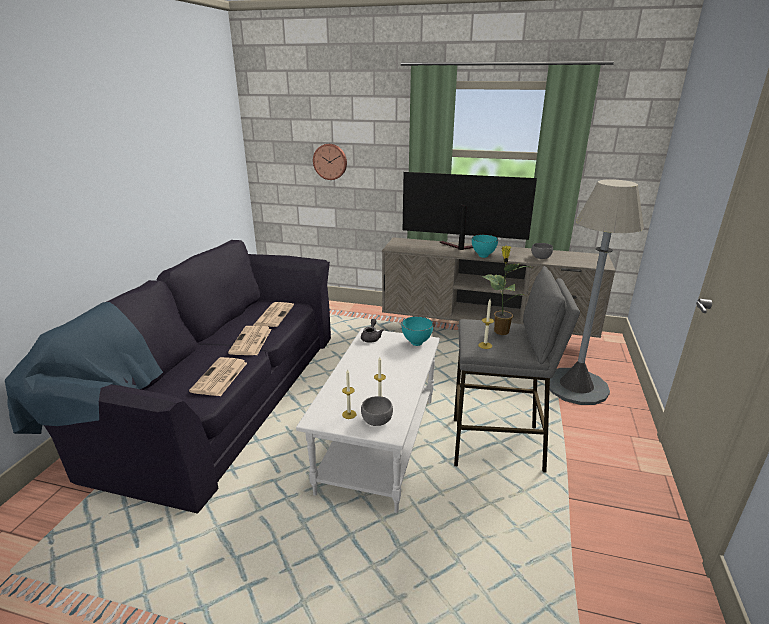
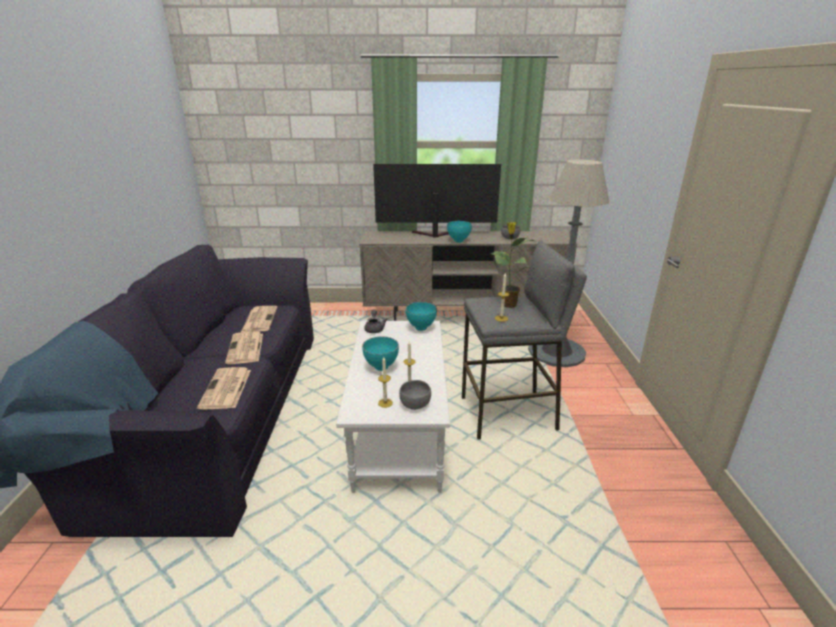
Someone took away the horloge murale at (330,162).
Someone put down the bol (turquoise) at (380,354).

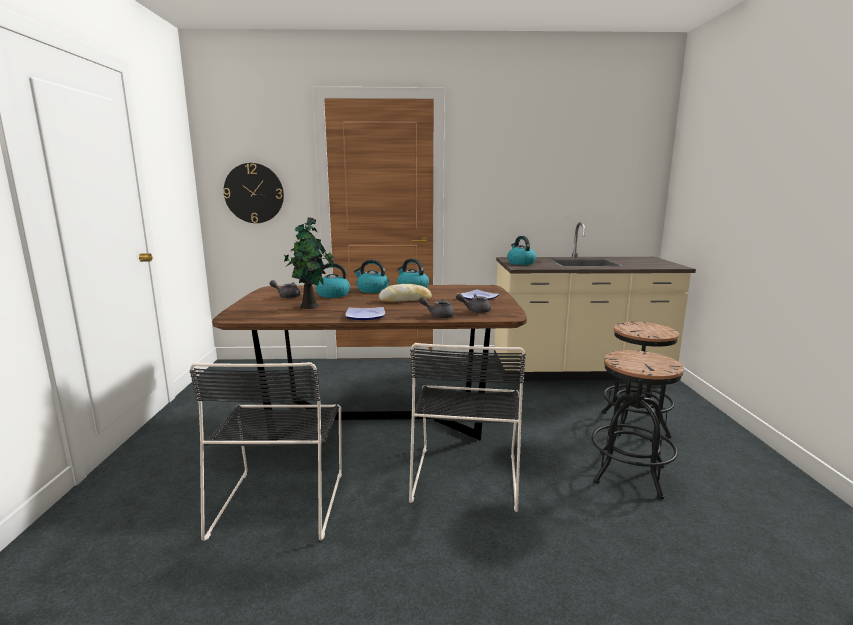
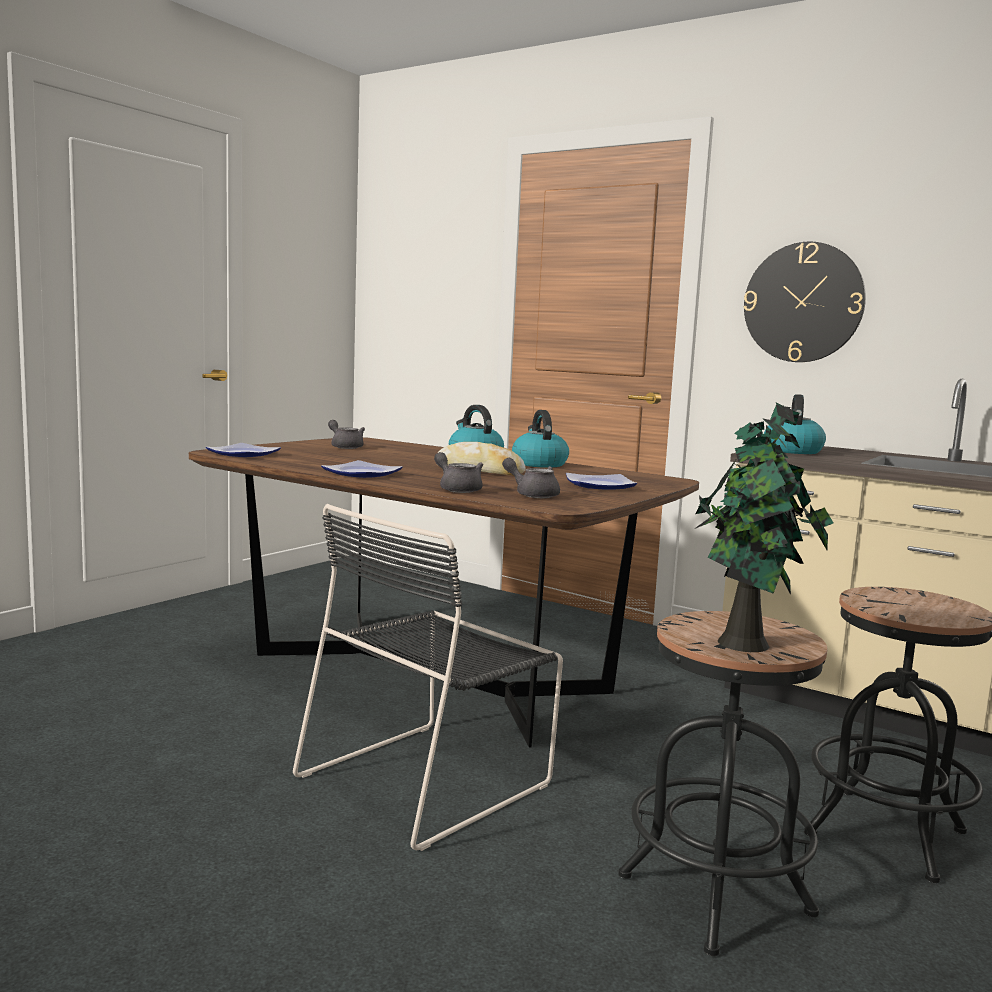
Someone took away the chaise (noir) at (266,451).
Someone took away the bouilloire at (333,280).
Someone put down the assiette at (243,450).
Someone carried the horloge murale from (253,193) to (805,302).
Someone carried the plante en pot from (309,263) to (764,527).

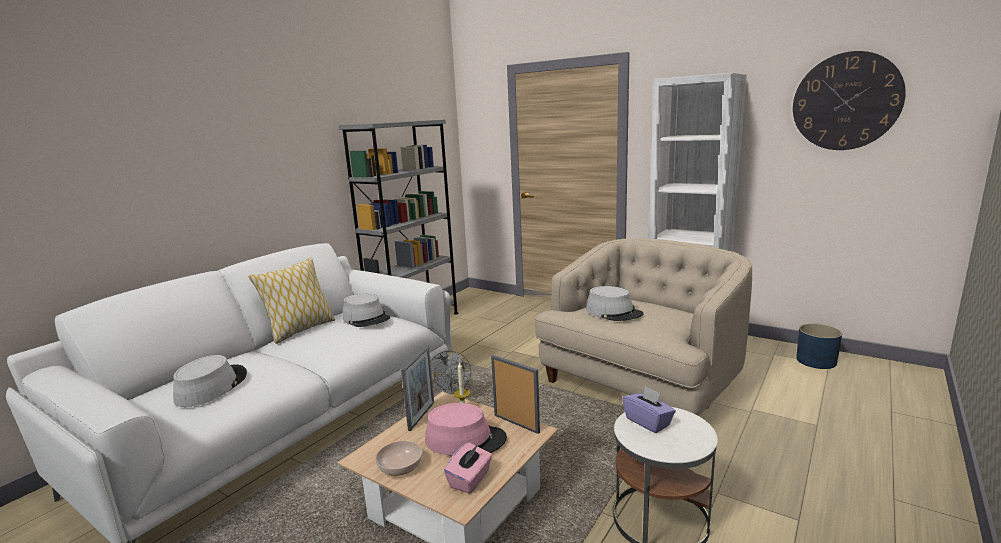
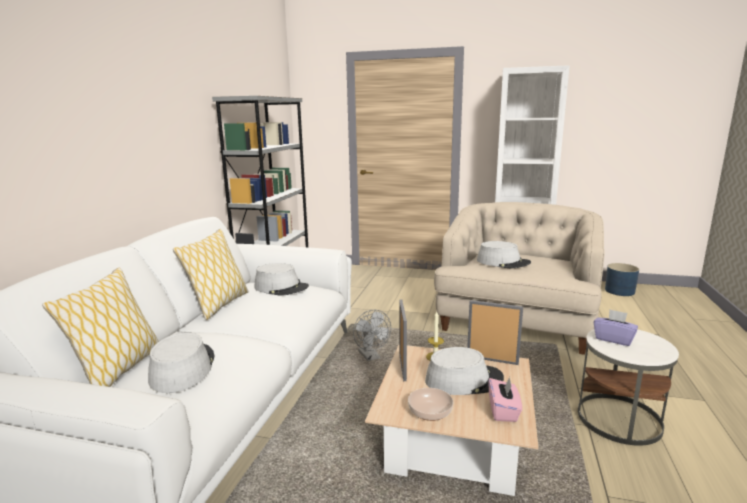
Someone took away the horloge murale at (849,100).
Someone put down the coussin at (100,327).
Someone repainted the chapeau (rose) at (466,429), which became the chapeau (gris) at (464,371).

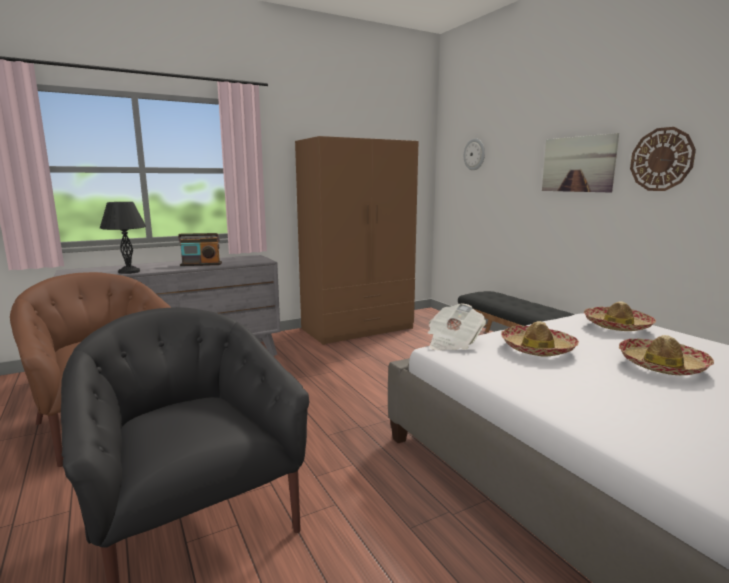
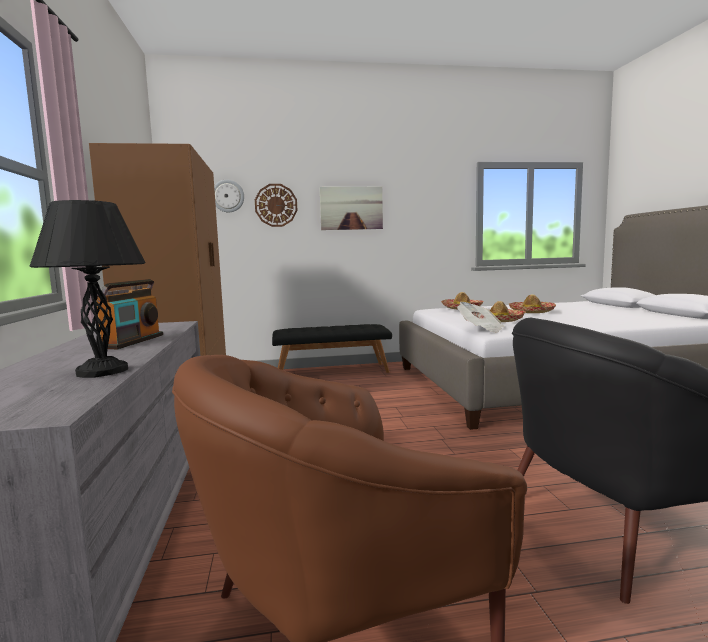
Someone carried the horloge murale from (663,159) to (276,205).

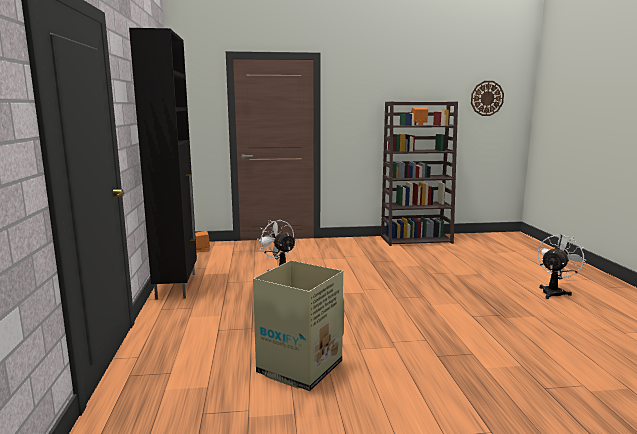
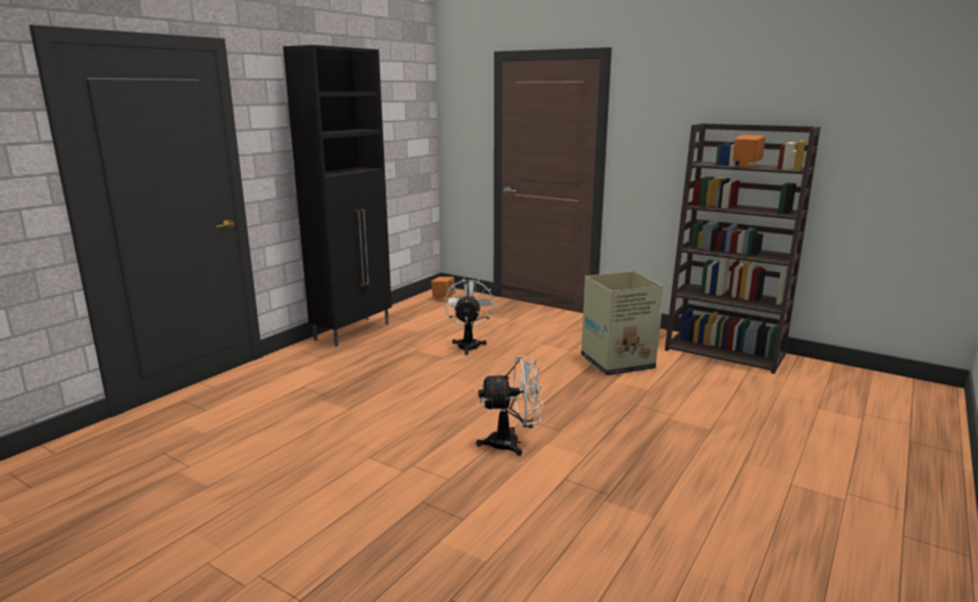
Someone took away the horloge murale at (487,98).
Someone carried the carton from (298,325) to (622,323).
Someone carried the ventilateur (blanc) from (561,266) to (509,406).

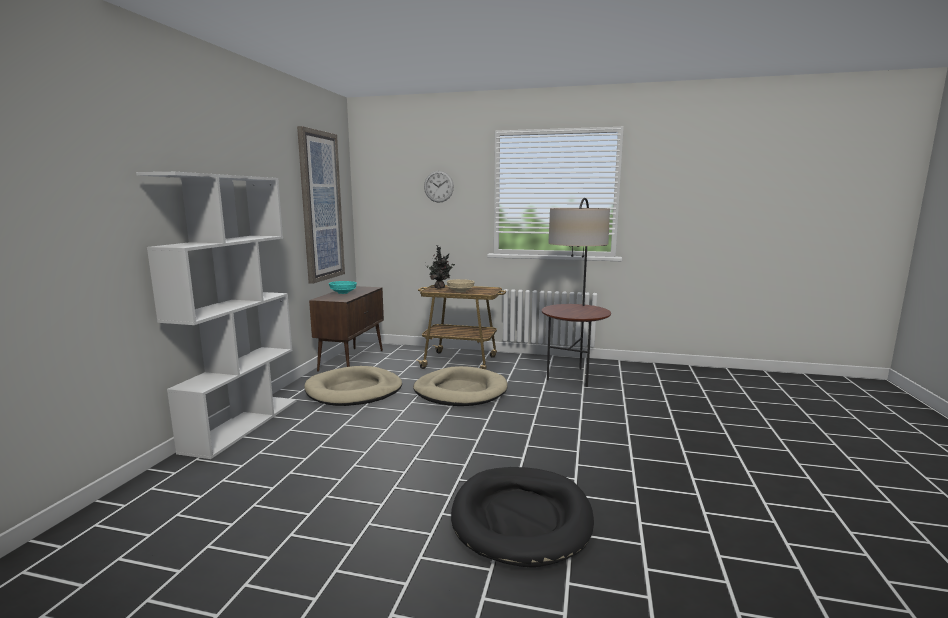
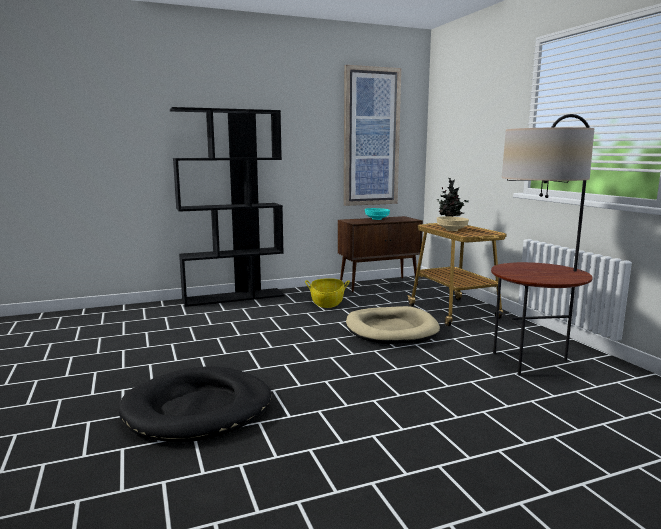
Someone took away the horloge murale at (439,187).
Someone swapped the panier pour chien (beige) at (353,386) for the panier at (327,293).
Someone repainted the bibliothèque (blanc) at (216,315), which became the bibliothèque (noir) at (227,207).

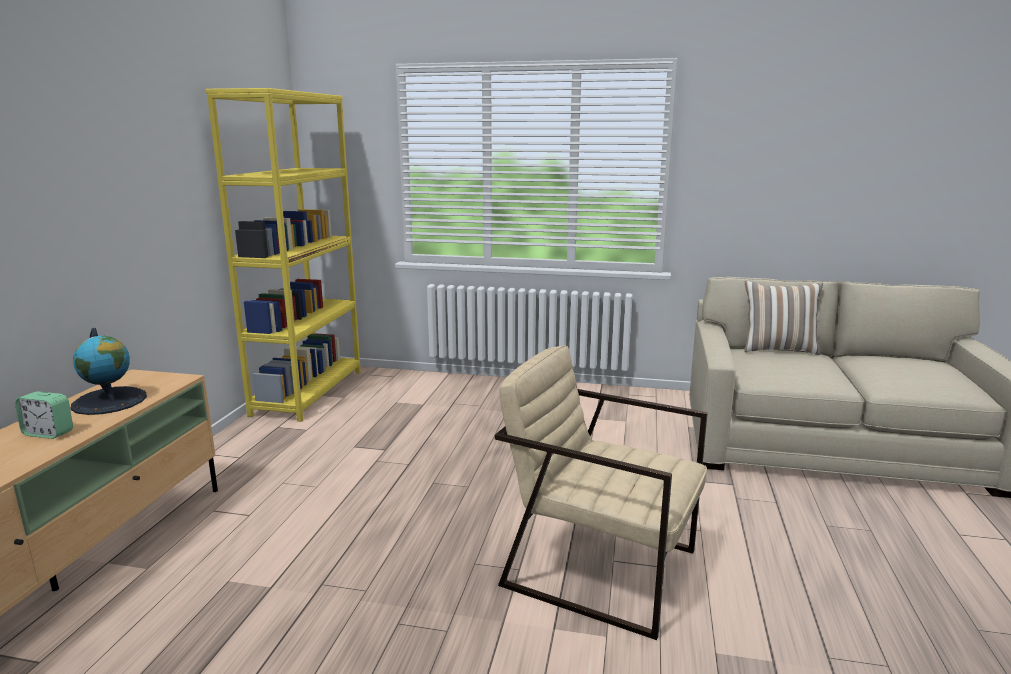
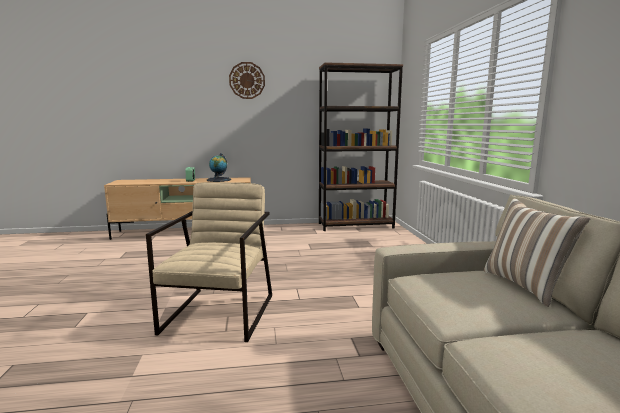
Someone put up the horloge murale at (247,80).
Someone repainted the bibliothèque (jaune) at (283,255), which became the bibliothèque (marron) at (361,146).

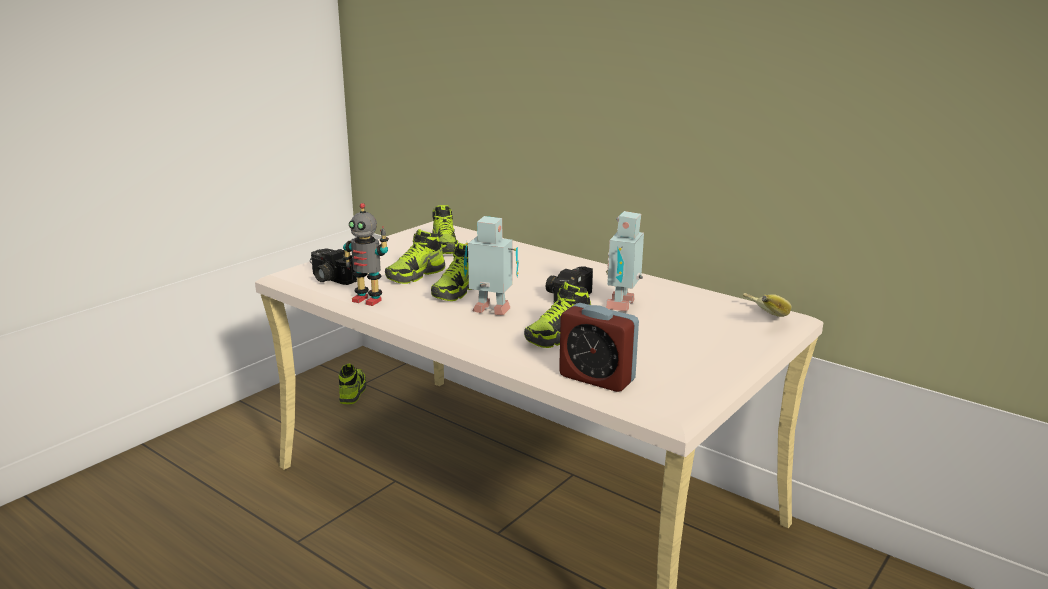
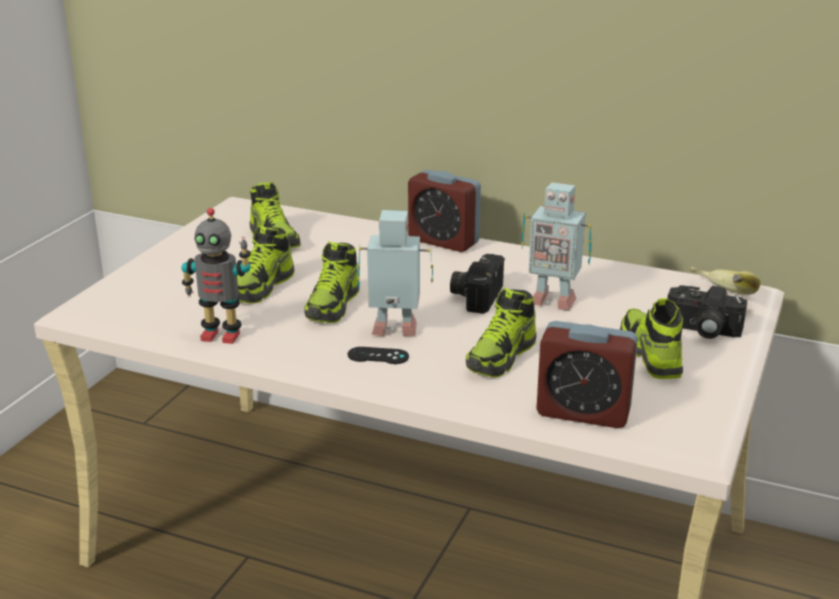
Someone put down the manette (noir) at (378,355).
Someone put down the réveil at (444,211).
Someone carried the appareil photo from (333,266) to (707,312).
Someone carried the chaussure from (352,383) to (651,338).
Someone rotated the robot jouet at (625,261) by 75 degrees counterclockwise.

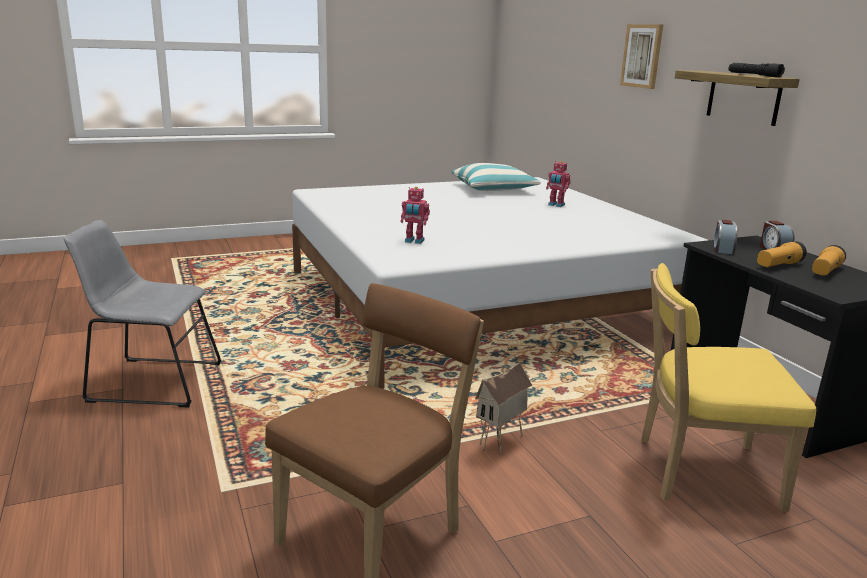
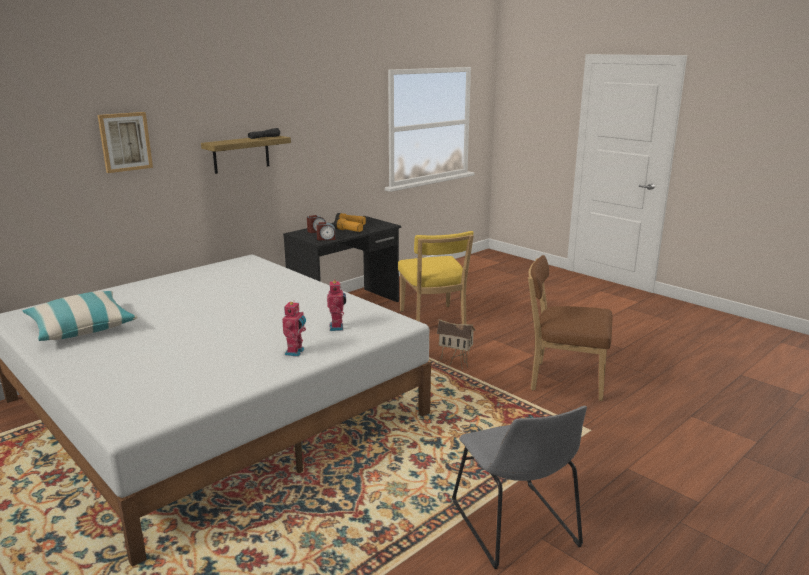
Someone carried the robot jouet from (558,184) to (294,328).

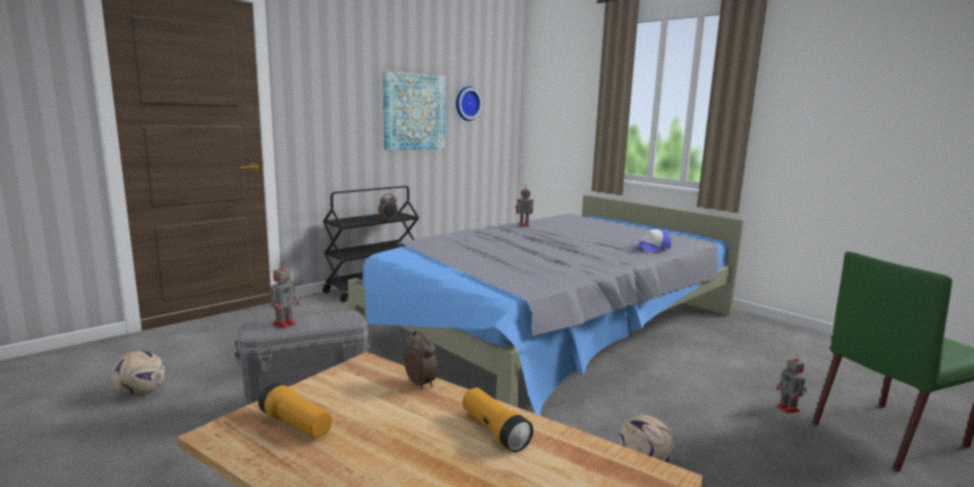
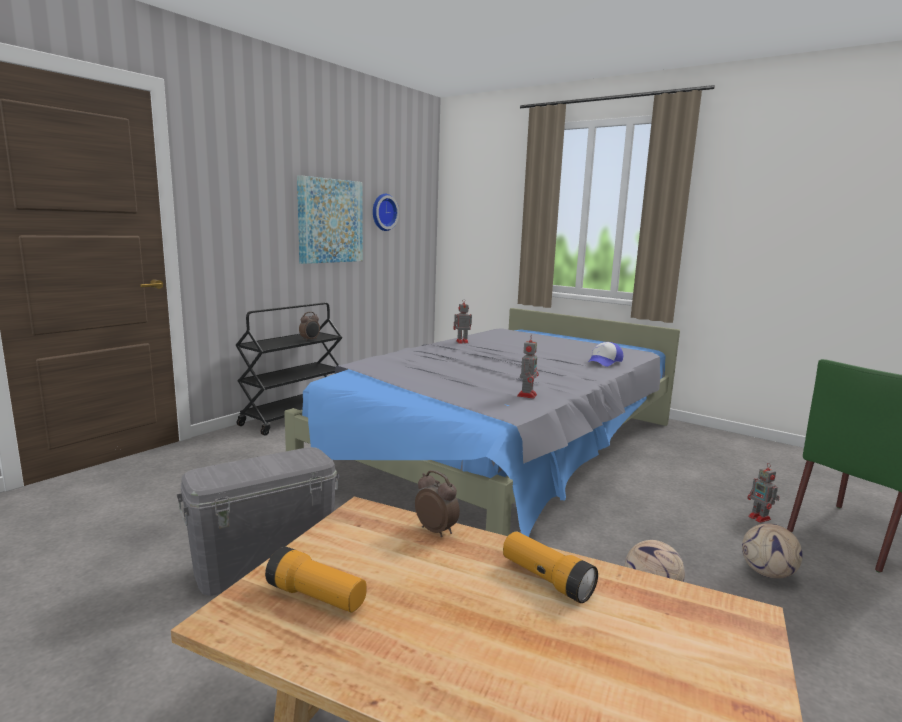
Someone carried the ballon de foot from (138,374) to (772,551).
Someone carried the robot jouet from (284,295) to (528,367).

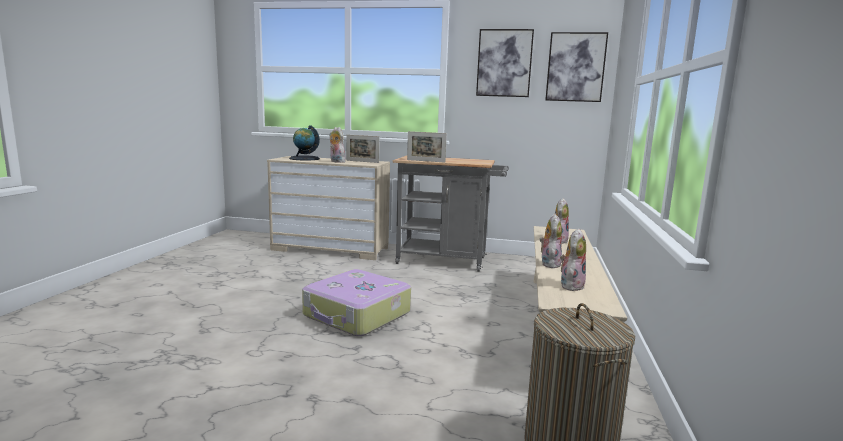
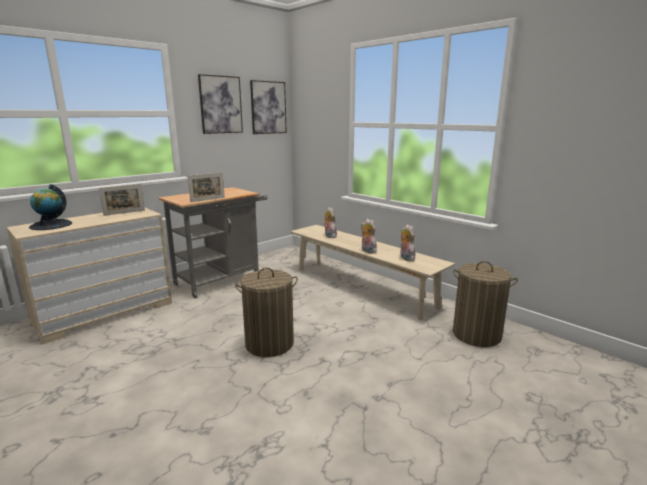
Someone took away the peluche at (338,145).
Someone swapped the valise at (356,302) for the panier à linge at (266,312).

